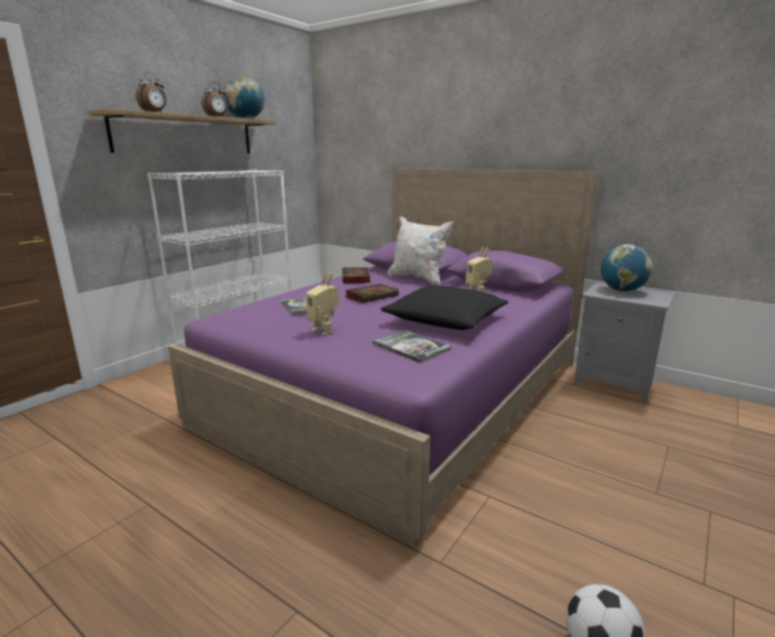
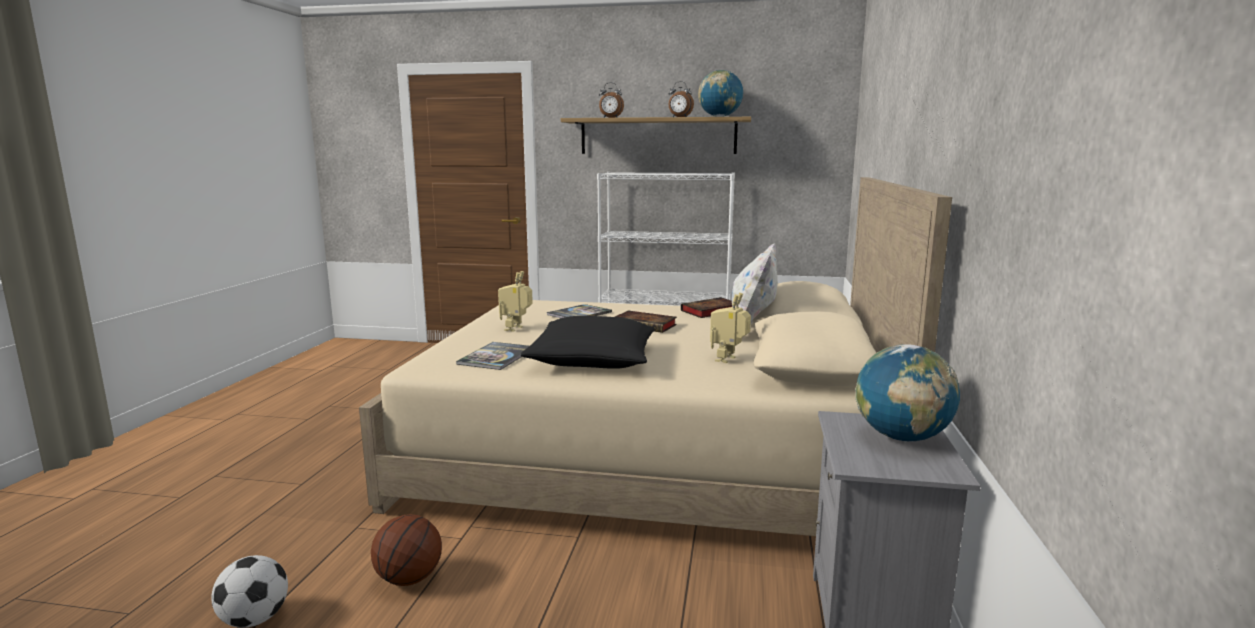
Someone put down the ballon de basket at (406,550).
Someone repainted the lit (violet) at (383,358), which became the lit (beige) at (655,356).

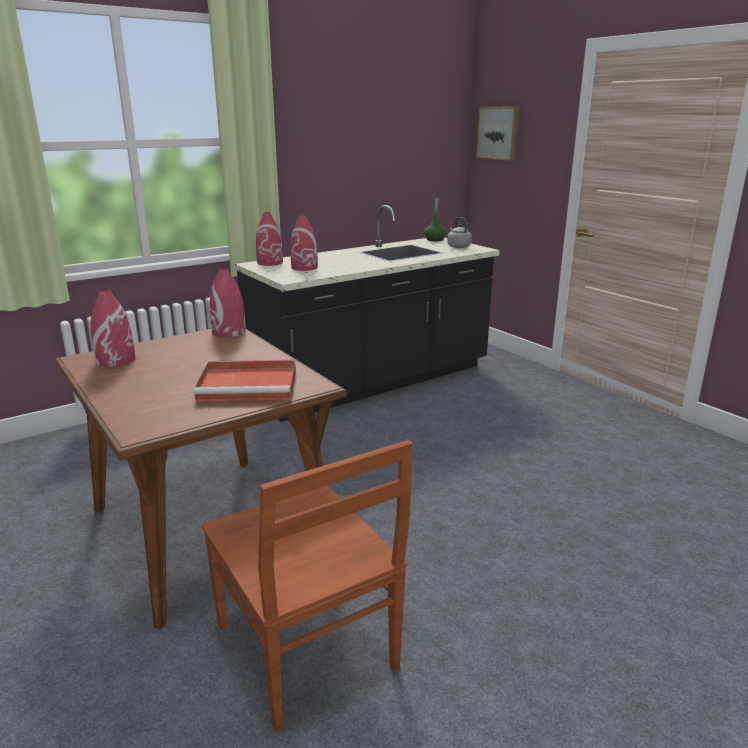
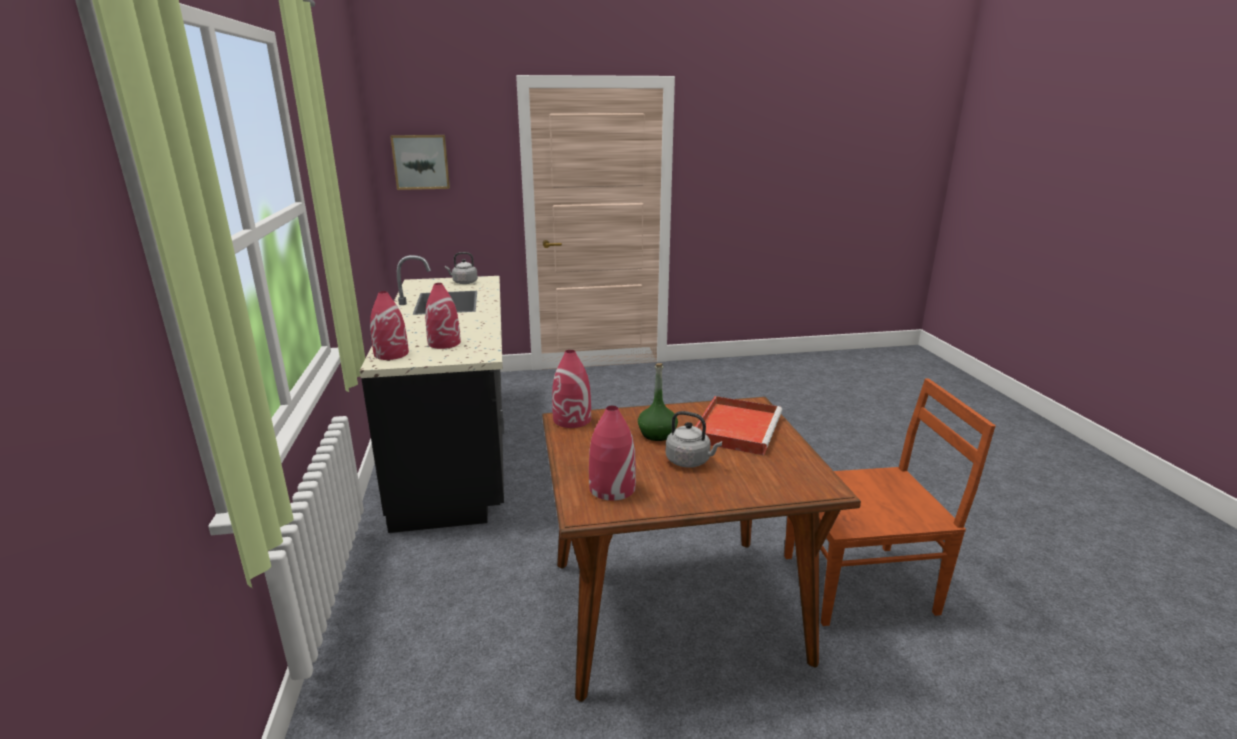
Someone put down the bouilloire (gris) at (693,439).
Someone carried the bouteille (vert) from (435,219) to (658,402).

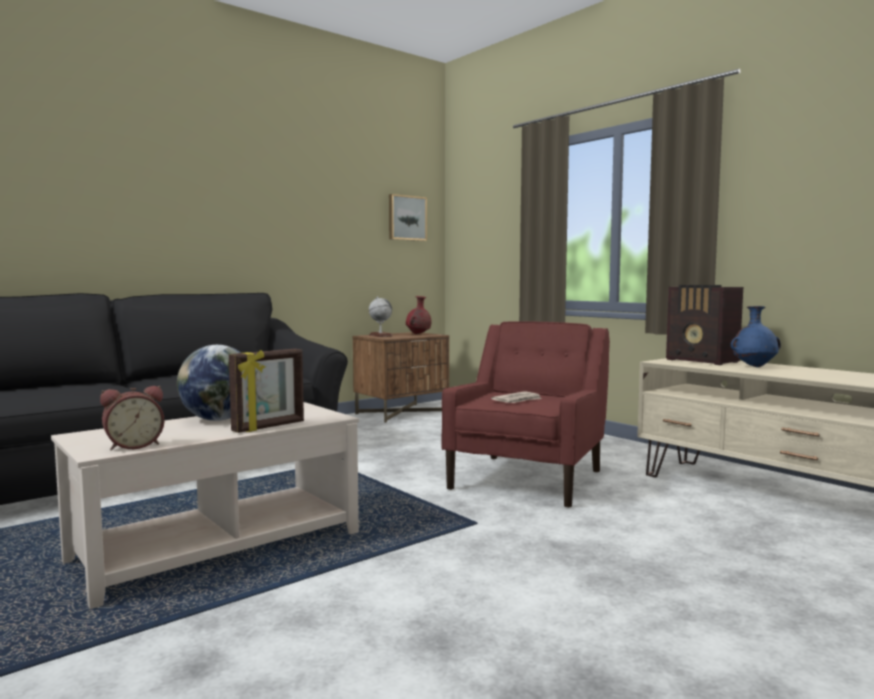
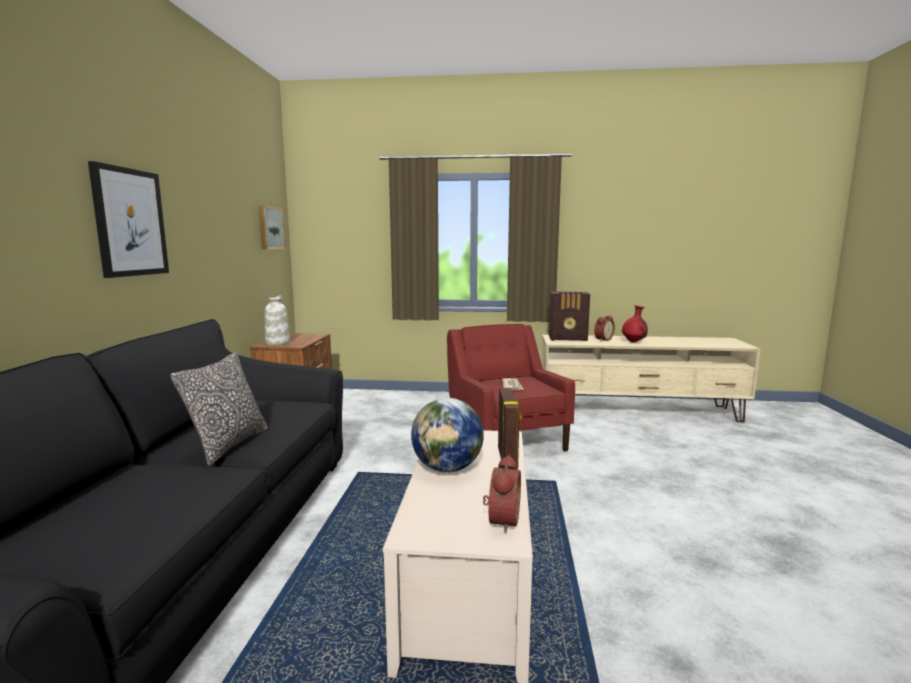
Someone put up the tableau at (128,219).
Someone put down the coussin at (219,409).
Someone carried the vase (rouge) from (418,315) to (635,323).
Someone swapped the globe at (381,317) for the vase (blanc) at (277,320).
Someone swapped the vase (bleu) at (756,336) for the réveil at (604,328).

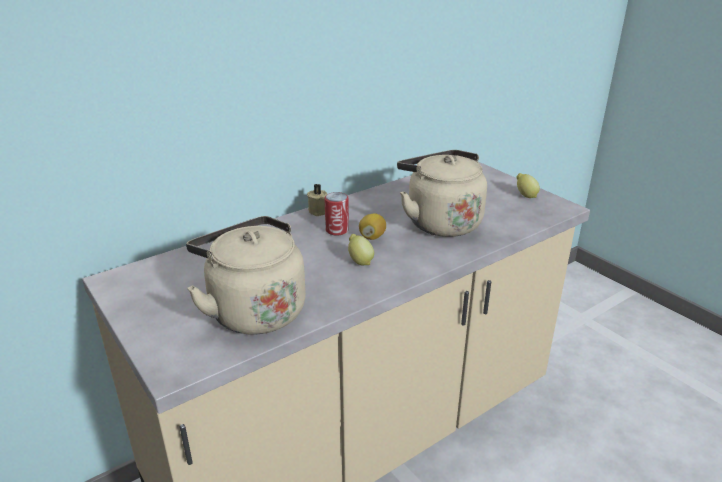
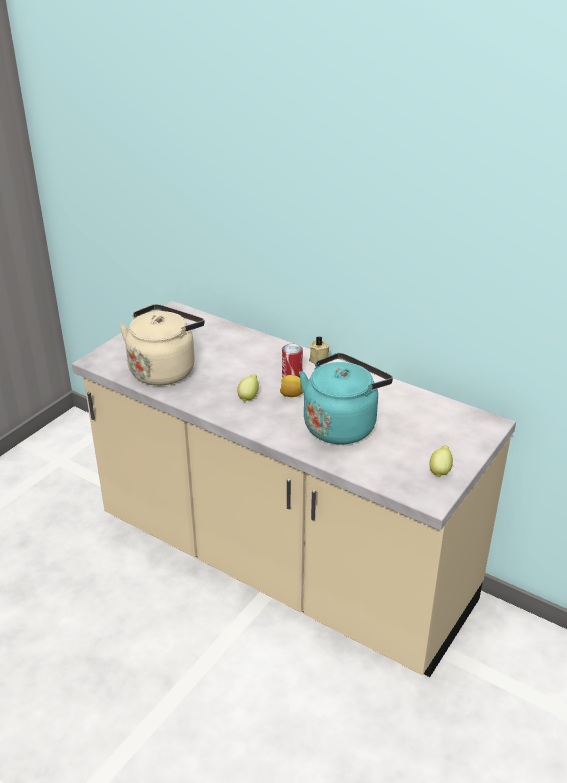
Someone repainted the bouilloire (beige) at (442,193), which became the bouilloire (turquoise) at (346,398).

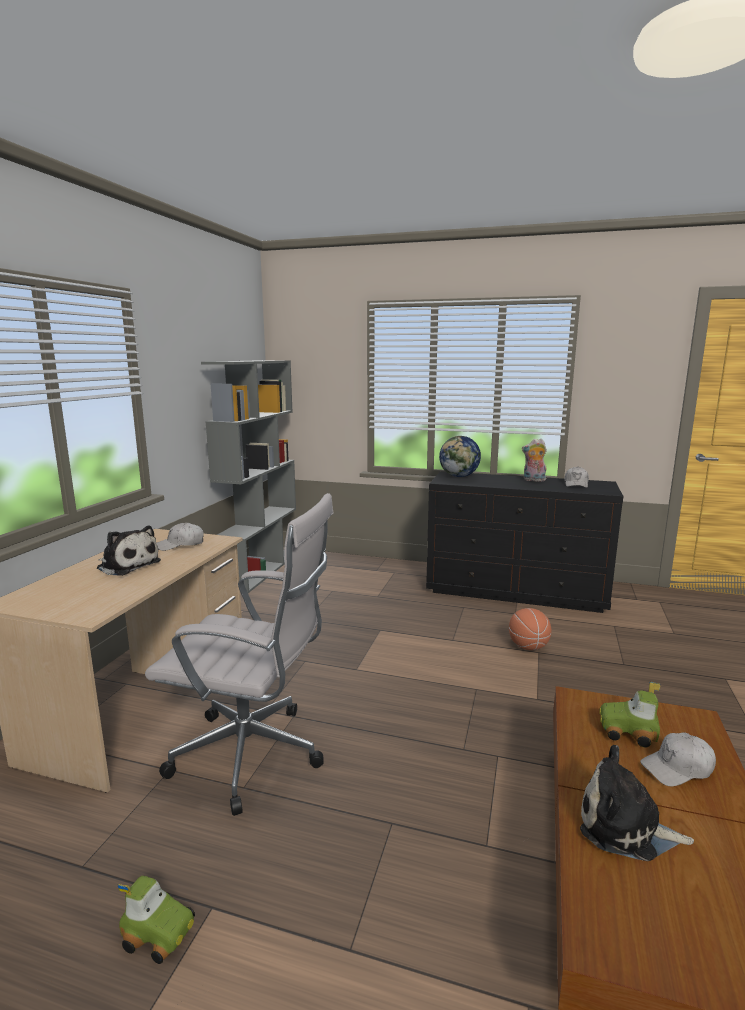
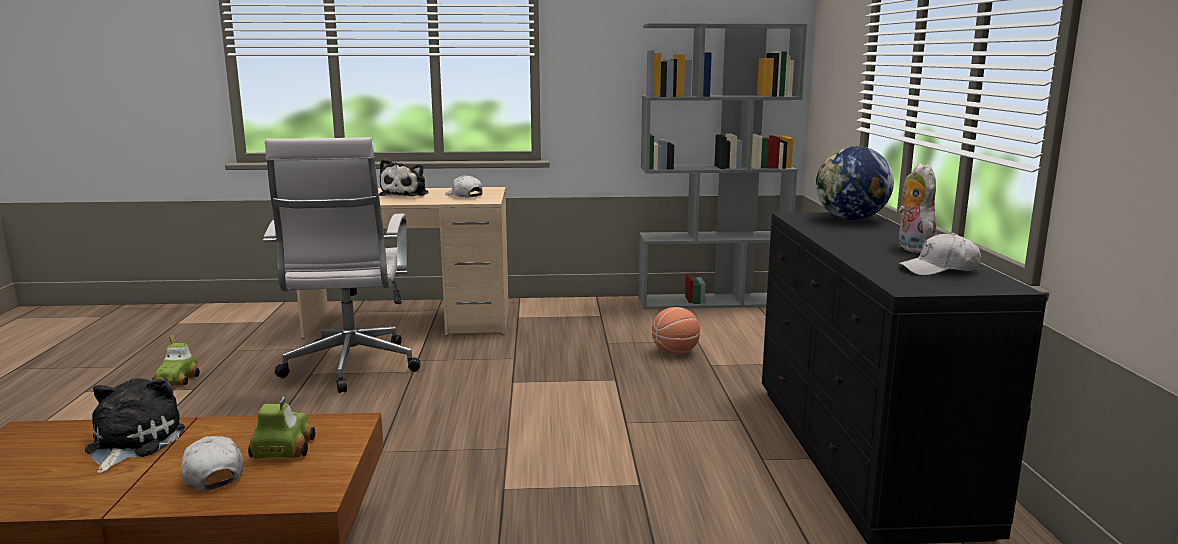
Someone carried the ballon de basket from (530,629) to (676,331).

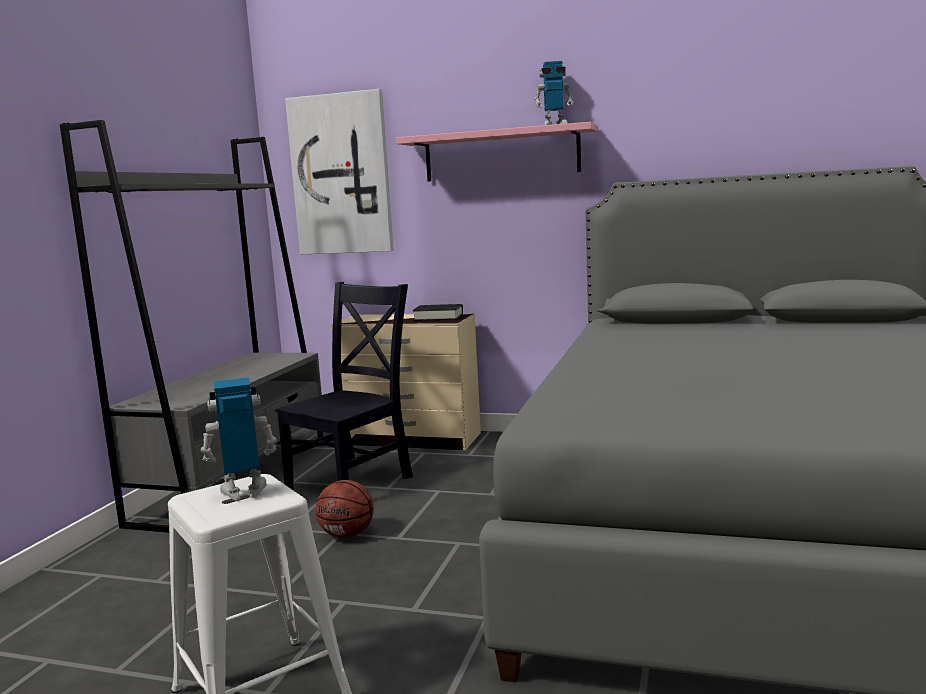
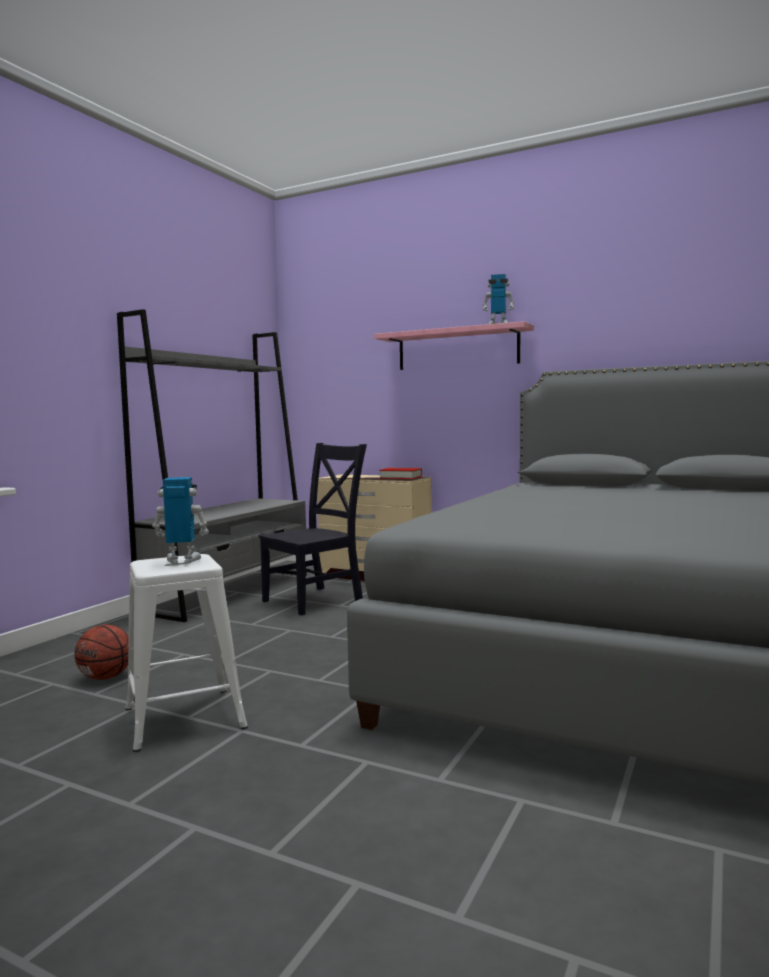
Someone took away the tableau at (339,171).
Someone carried the ballon de basket from (345,509) to (102,652).
Someone repainted the livre (noir) at (438,312), which became the livre (rouge) at (400,473).

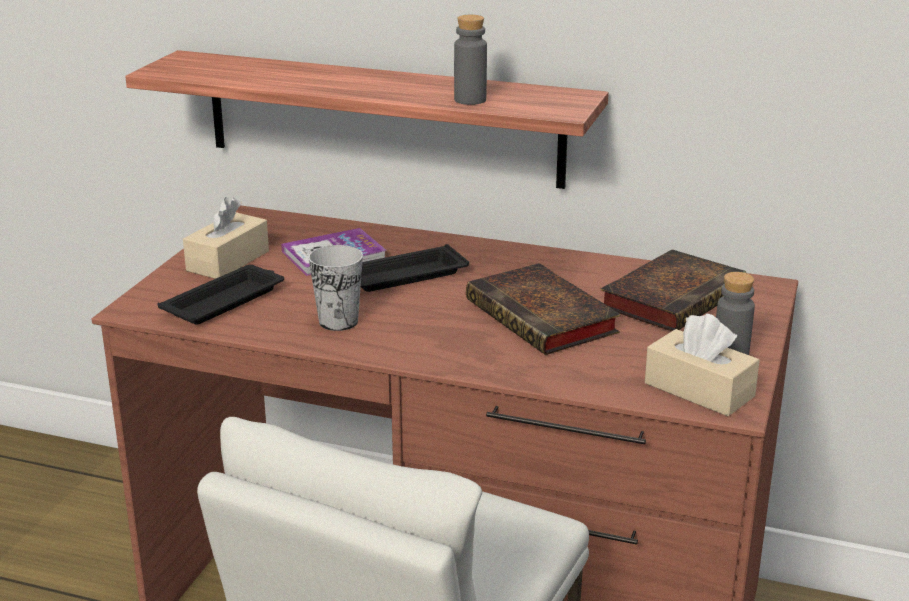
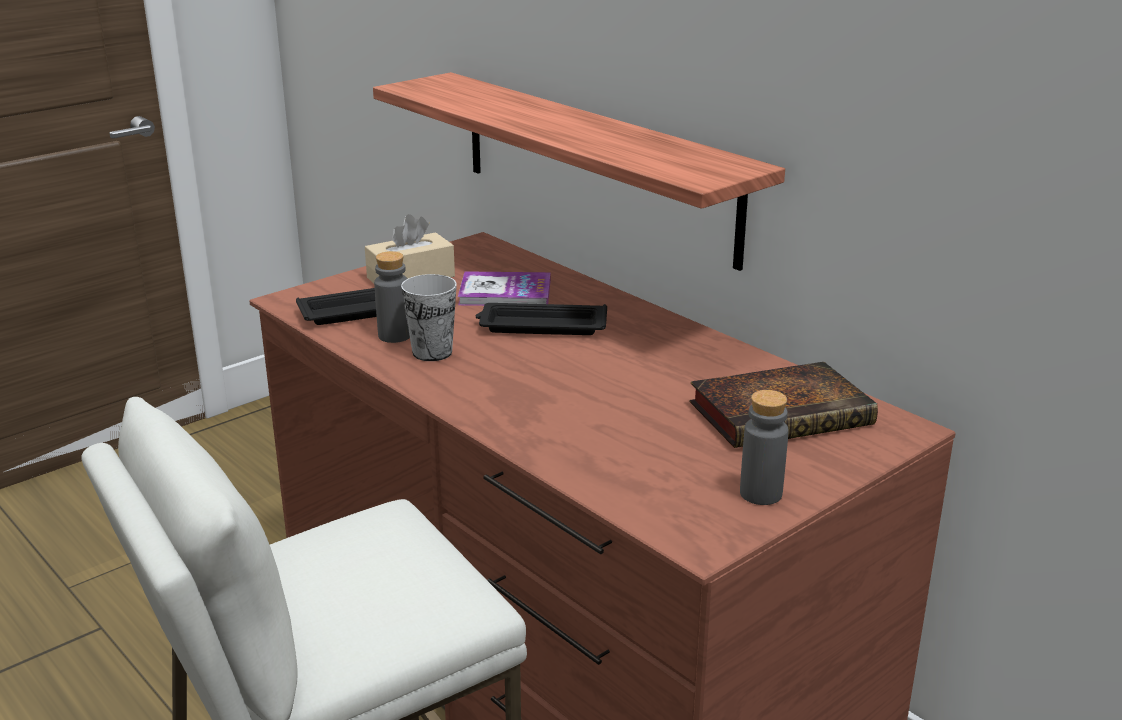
Someone took away the livre at (543,309).
Someone took away the boîte à mouchoirs (beige) at (702,364).
Someone carried the bouteille (gris) from (470,60) to (392,297).

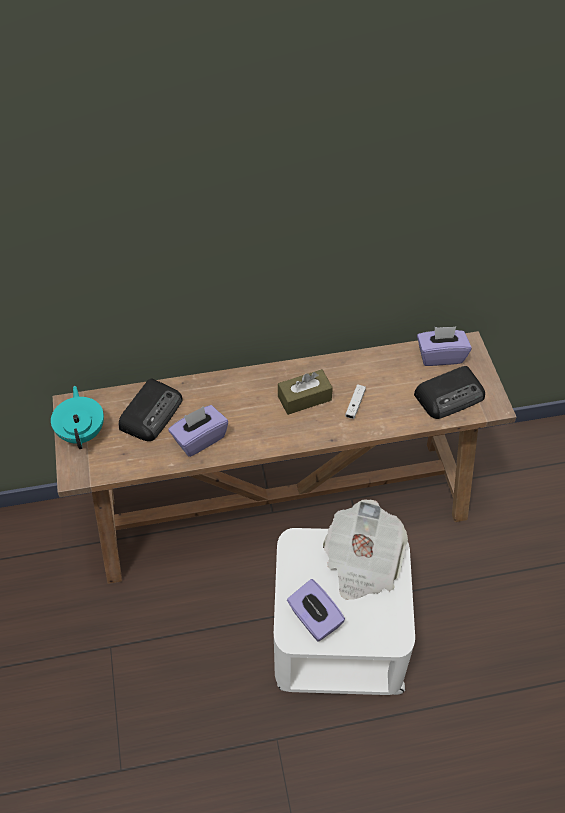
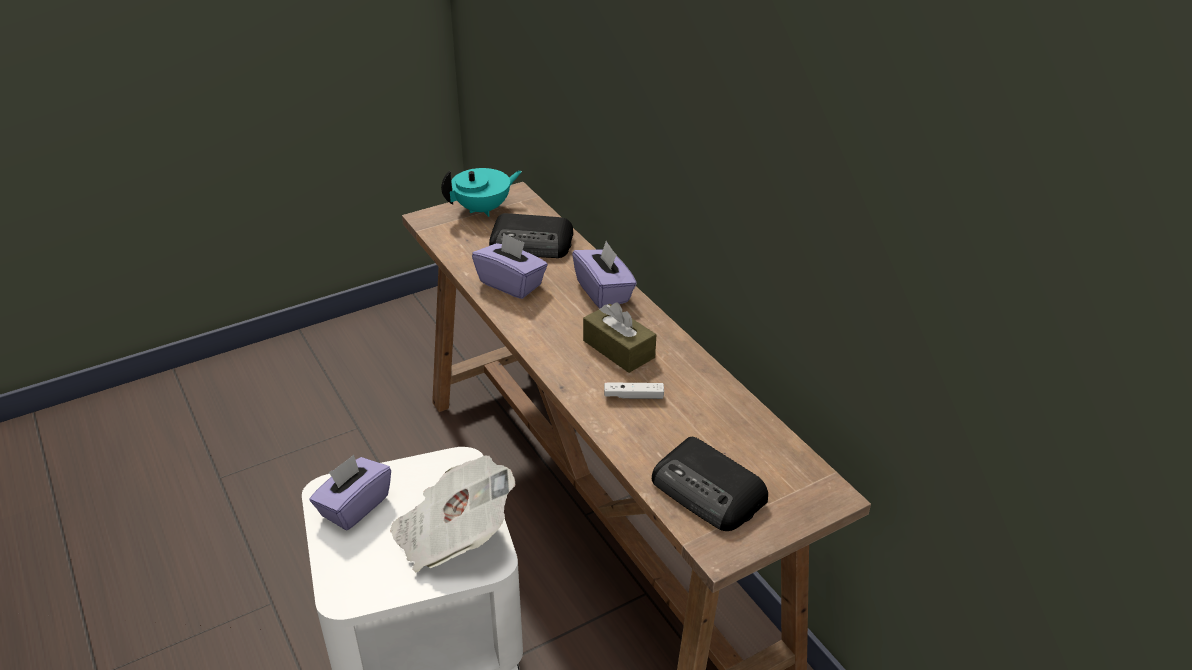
Someone carried the boîte à mouchoirs (violet) from (444,346) to (604,275).

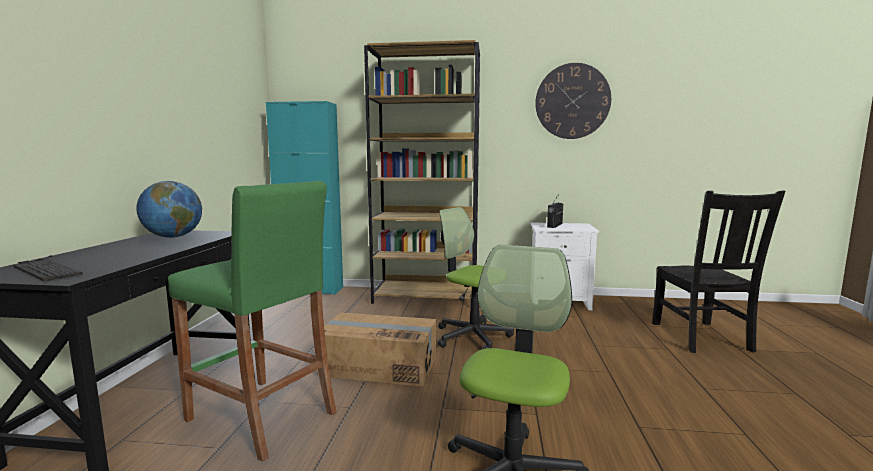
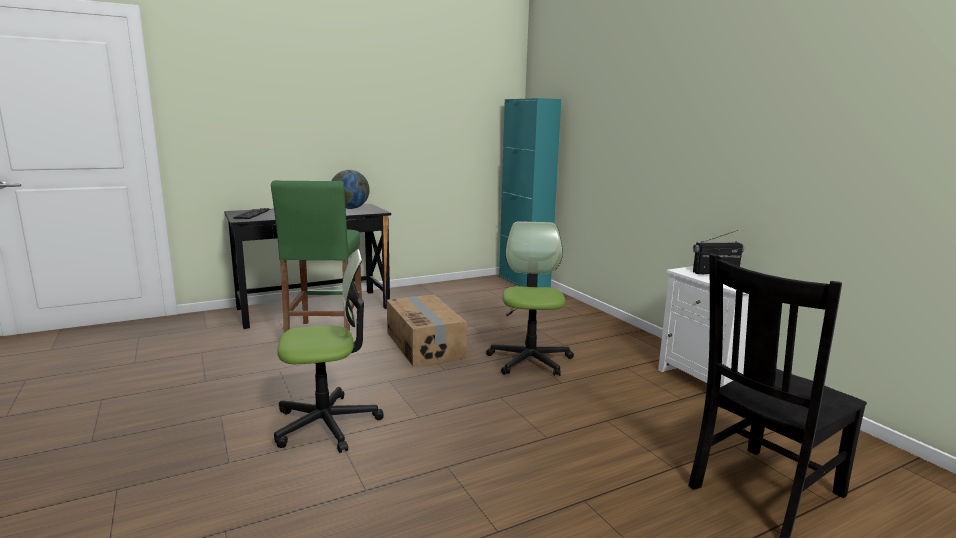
Someone took away the bibliothèque (marron) at (422,172).
Someone took away the horloge murale at (573,101).

